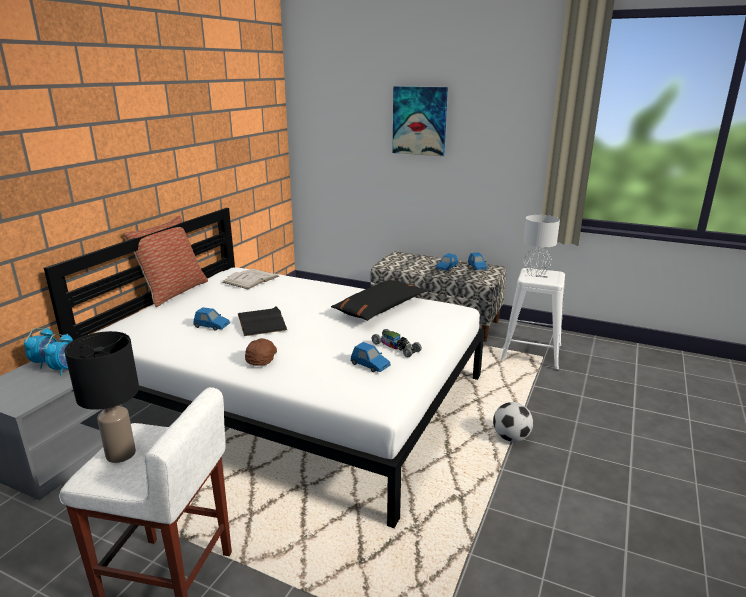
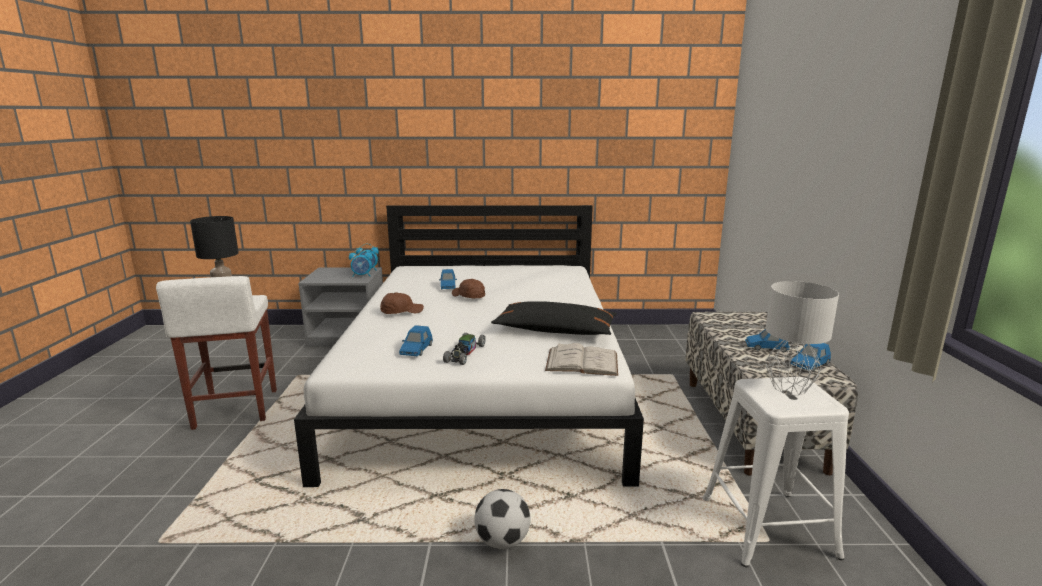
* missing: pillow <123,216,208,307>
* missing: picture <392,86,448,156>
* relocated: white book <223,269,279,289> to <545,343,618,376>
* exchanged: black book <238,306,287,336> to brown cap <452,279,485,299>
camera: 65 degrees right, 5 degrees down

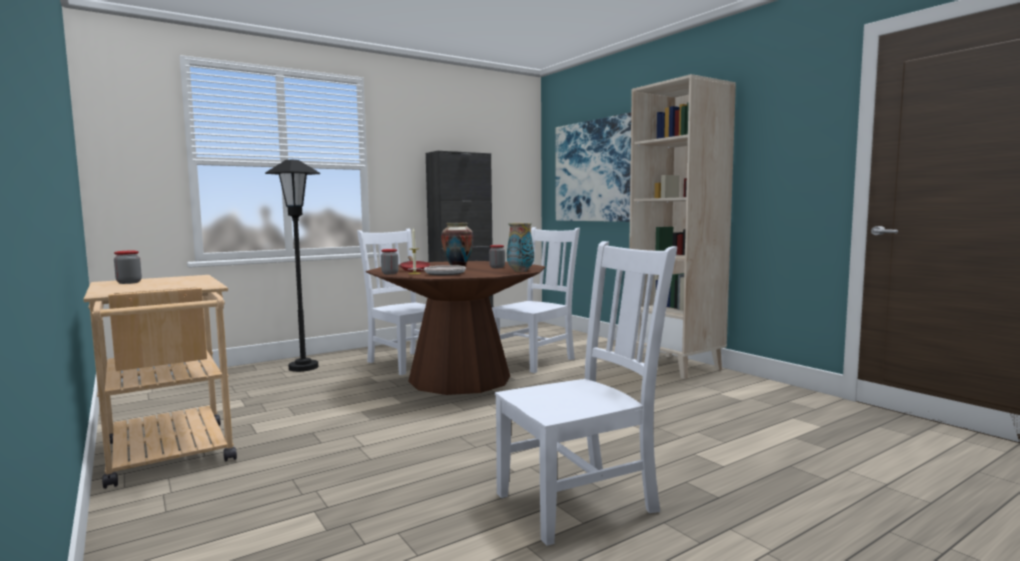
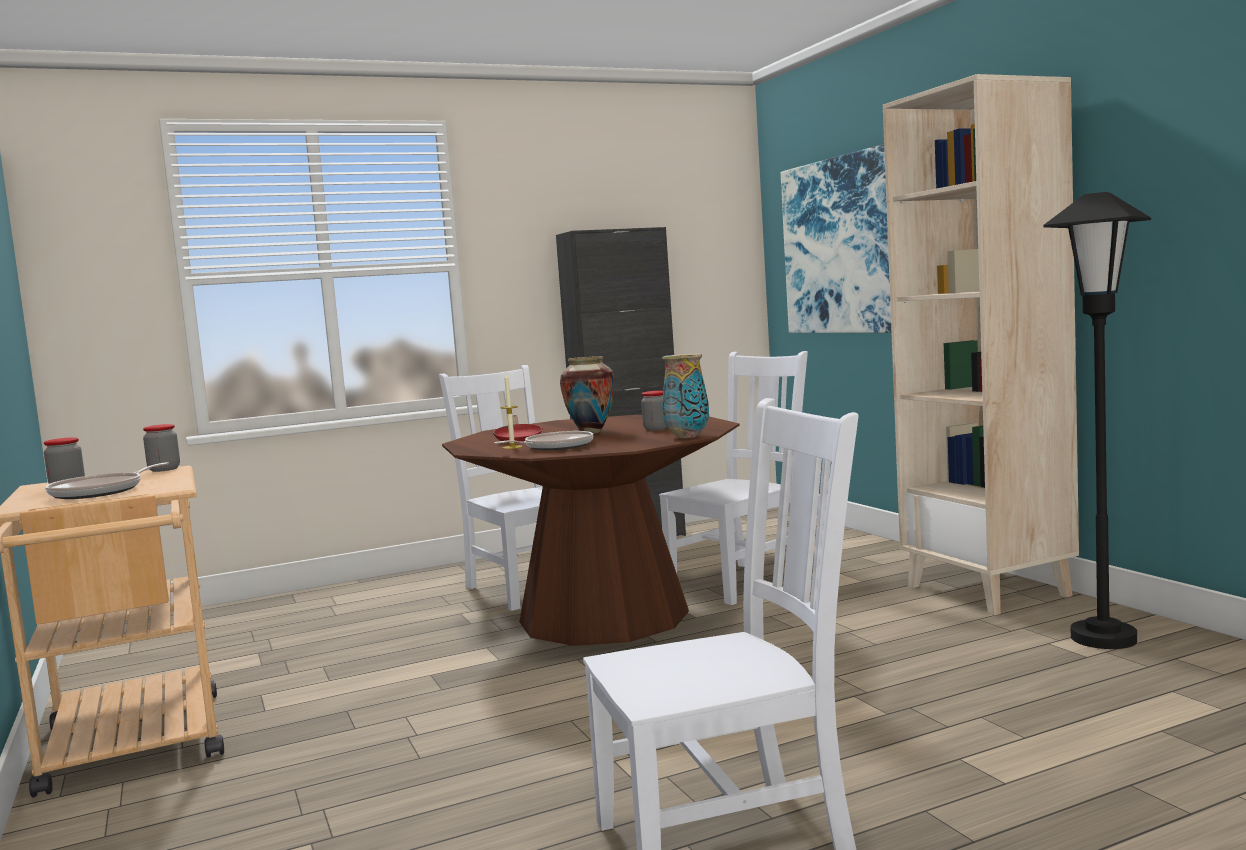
* appeared: frying pan <45,462,169,499>
* relocated: black floor lamp <265,159,320,372> to <1043,192,1151,649>
* relocated: jar <381,249,399,274> to <143,424,180,472>
camera: 10 degrees right, 0 degrees up

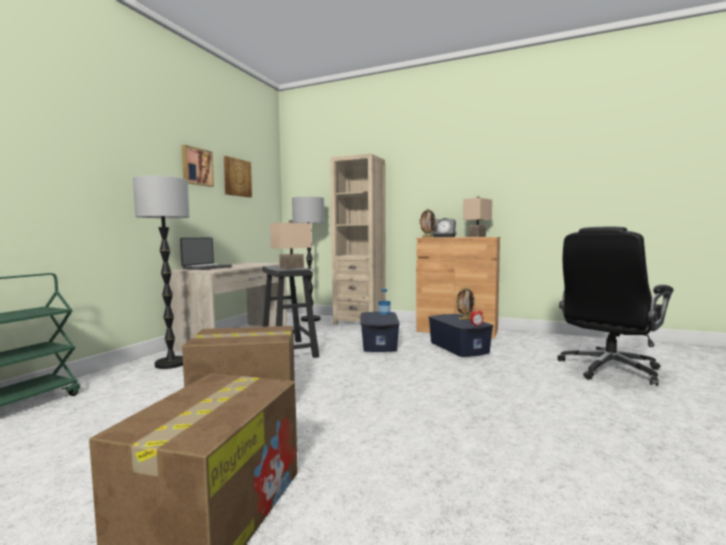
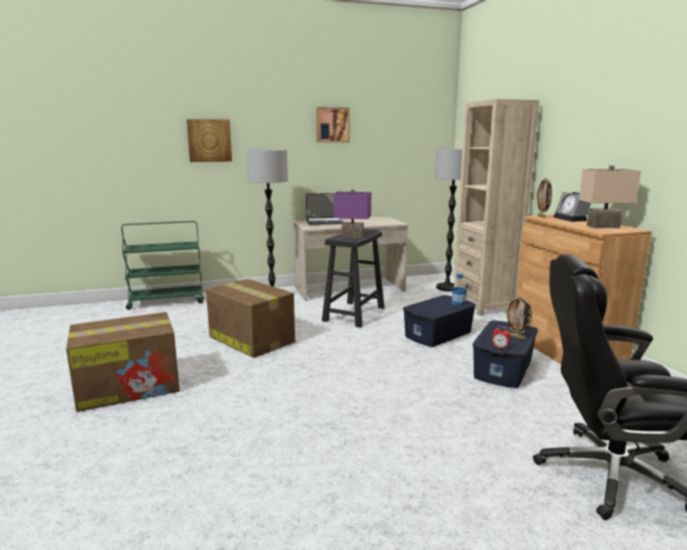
* relocated: picture <224,156,252,197> to <187,119,232,162>
* colour: beige table lamp <270,220,312,269> to purple table lamp <334,189,371,238>
camera: 50 degrees right, 10 degrees up

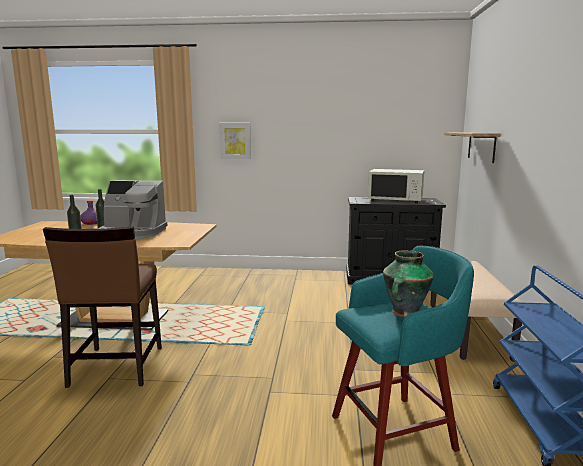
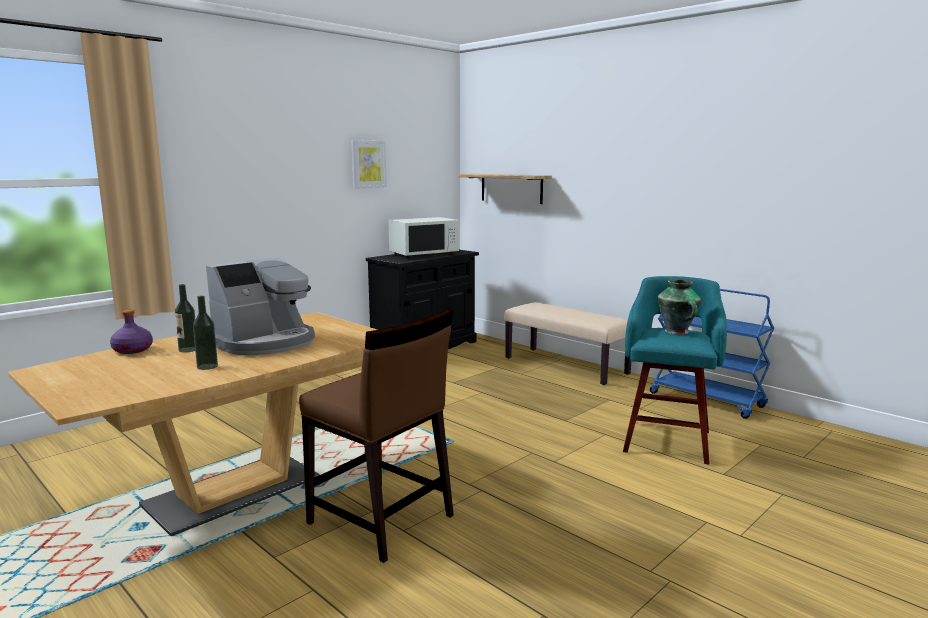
* relocated: picture <219,123,251,159> to <351,140,387,189>
camera: 50 degrees left, 0 degrees up

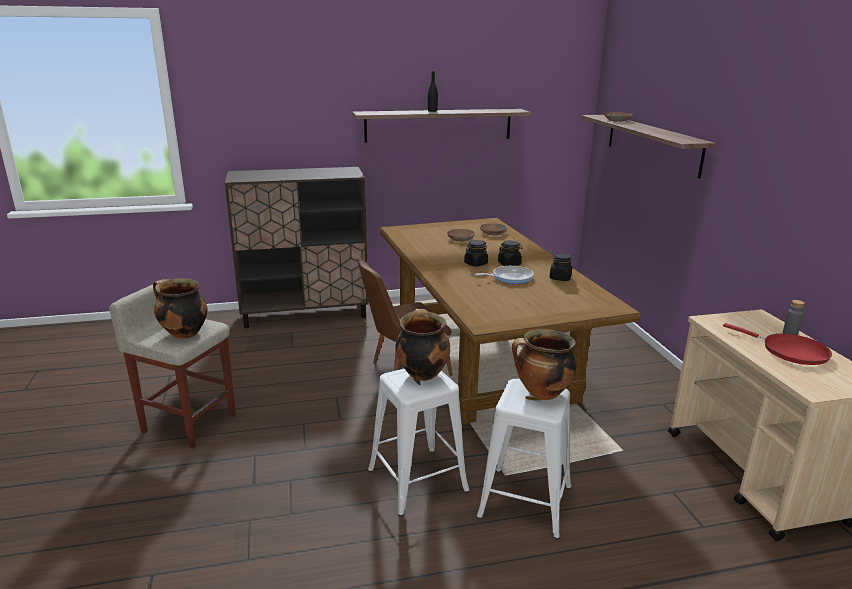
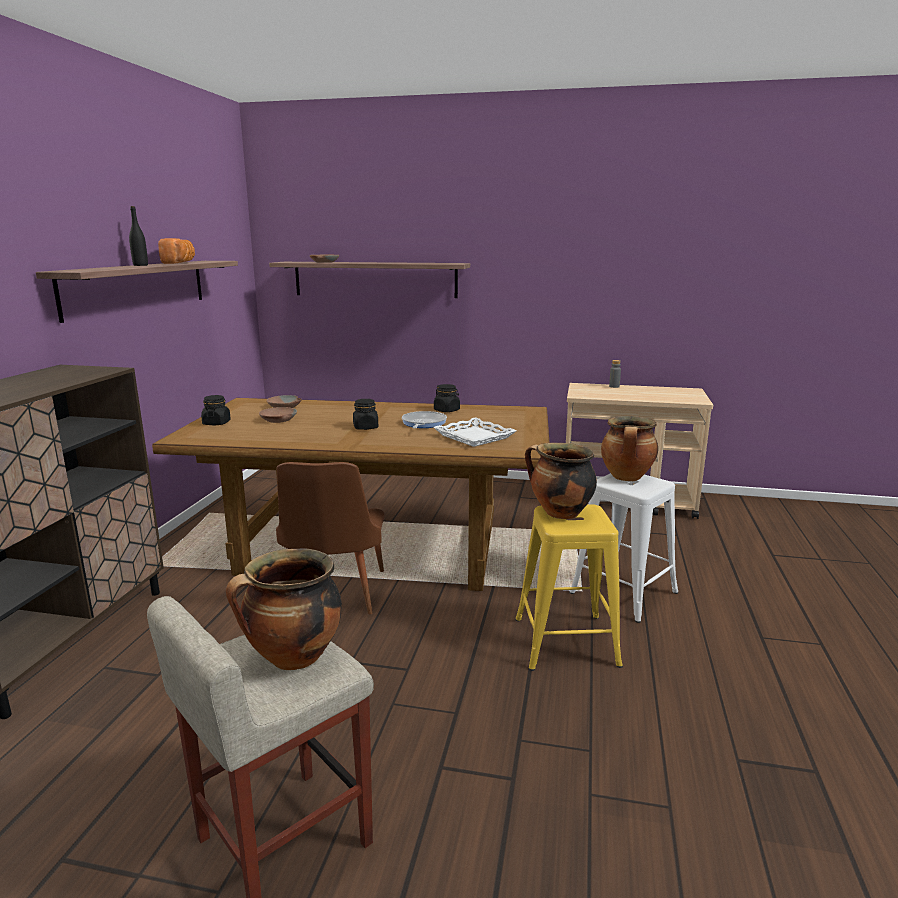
* missing: red frying pan <723,323,832,365>
* appeared: bread <158,238,195,264>
* appeared: white tray <433,417,516,447>
* relocated: black jar <498,240,523,266> to <201,395,231,425>
* colour: white stool <368,369,469,517> to yellow stool <515,504,623,671>
camera: 65 degrees left, 5 degrees down

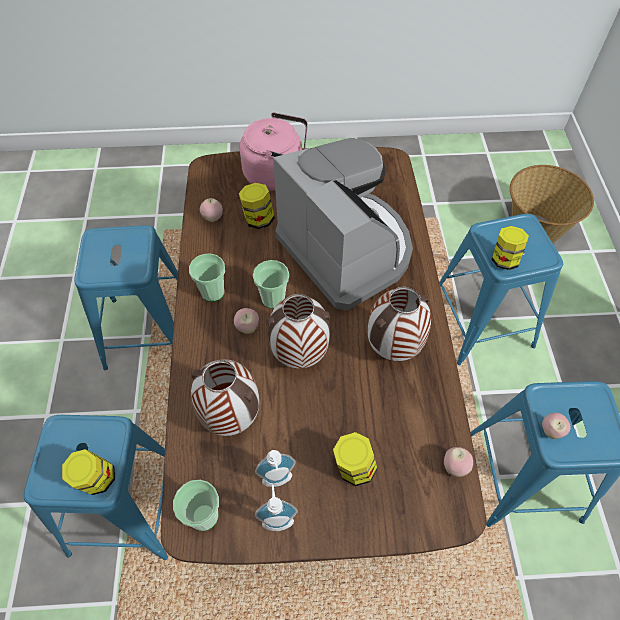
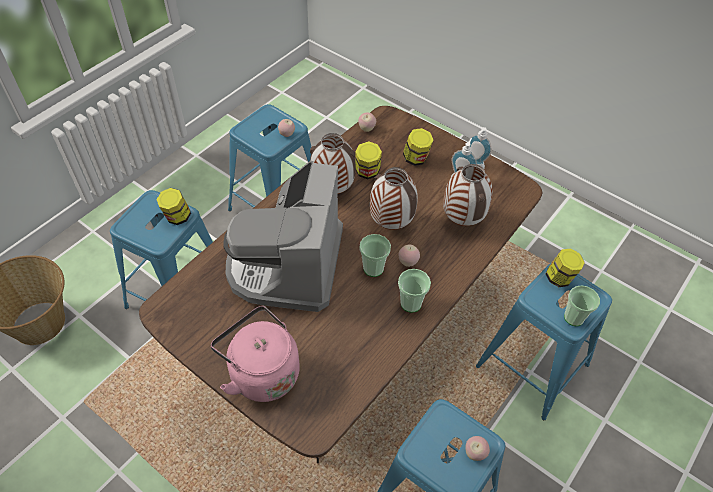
* relocated: cup <173,480,219,531> to <564,285,600,326>
* relocated: apple <200,198,223,222> to <465,436,490,461>
* relocated: jar <239,183,275,229> to <355,141,382,179>
camera: 140 degrees left, 5 degrees down

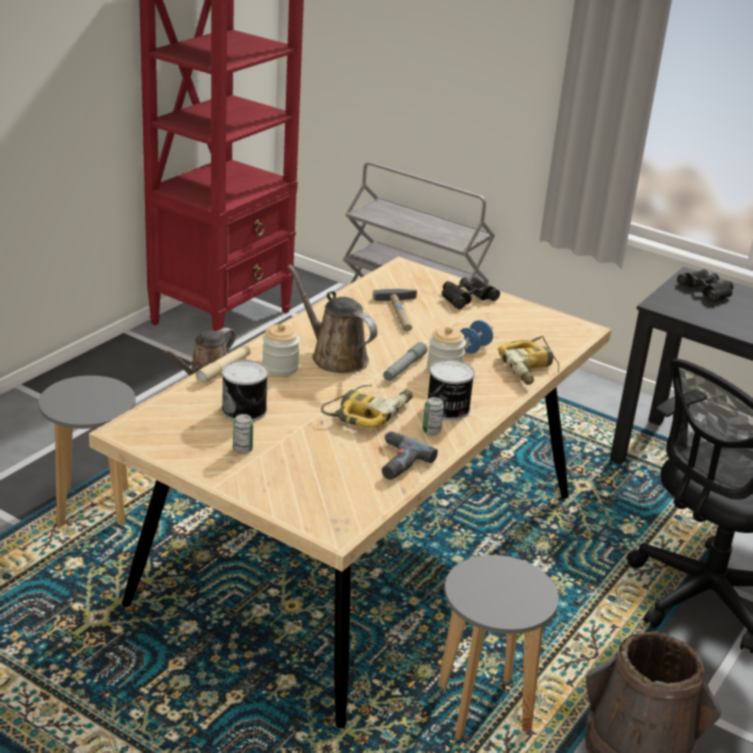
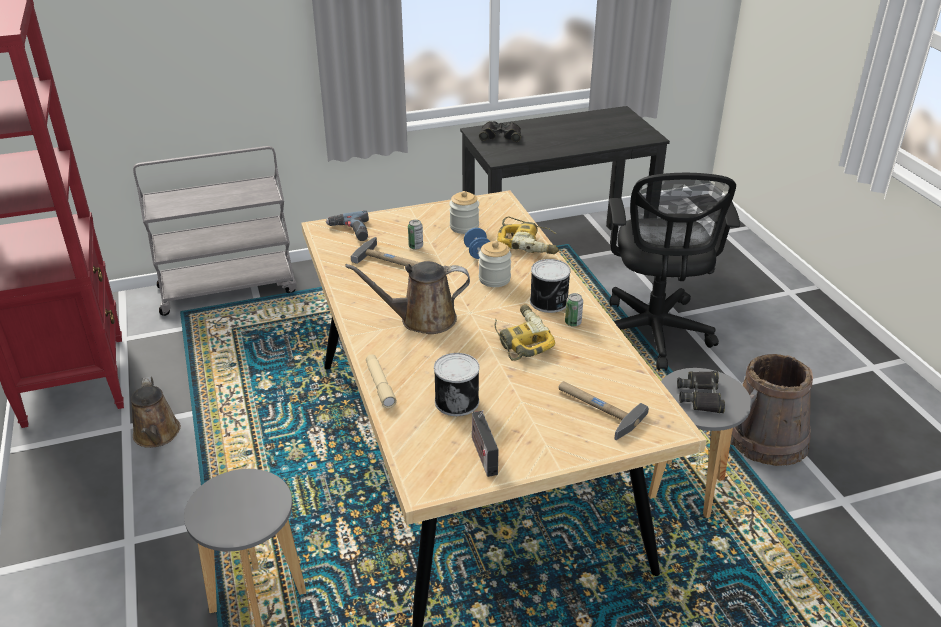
* missing: grey flashlight <383,342,427,381>
* appeared: radio <472,410,499,477>
* appeared: hammer <559,381,649,440>
* relocated: can <233,414,253,454> to <408,220,423,250>
* relocated: jar <262,323,300,376> to <449,191,479,234>
* relocated: power drill <382,431,438,480> to <326,210,369,241>
* relocated: black binoculars <442,277,500,309> to <677,371,725,413>
camera: 50 degrees left, 5 degrees up

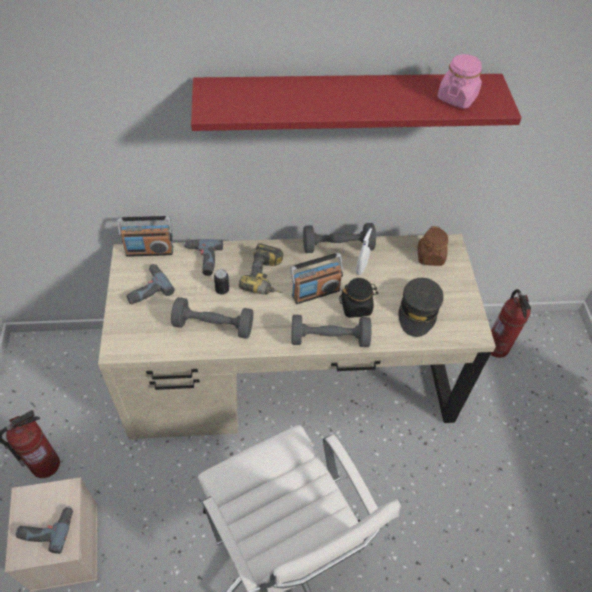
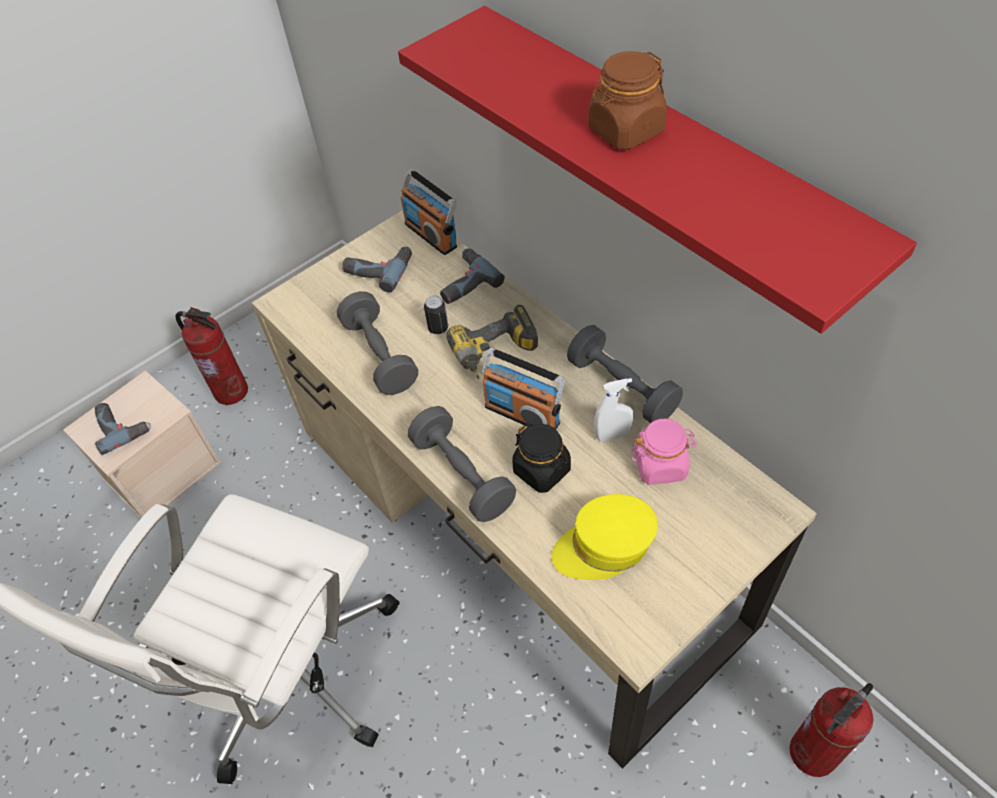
* relocated: brown jar <417,226,448,266> to <589,51,667,150>
* relocated: pink jar <437,54,482,108> to <631,419,697,485>
* colour: grey cap <398,278,444,337> to yellow cap <551,494,658,580>
camera: 60 degrees right, 0 degrees up

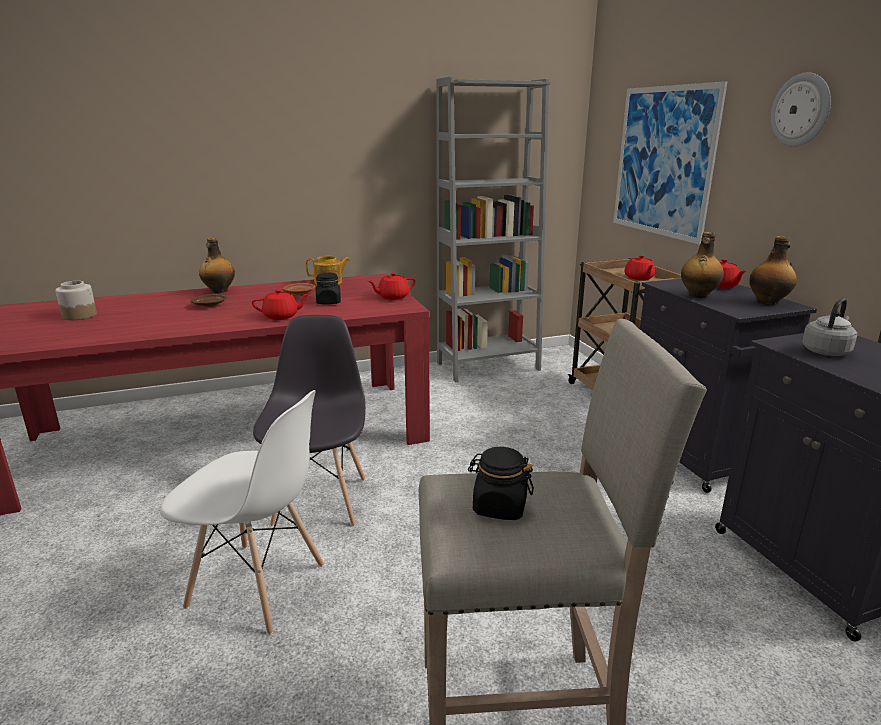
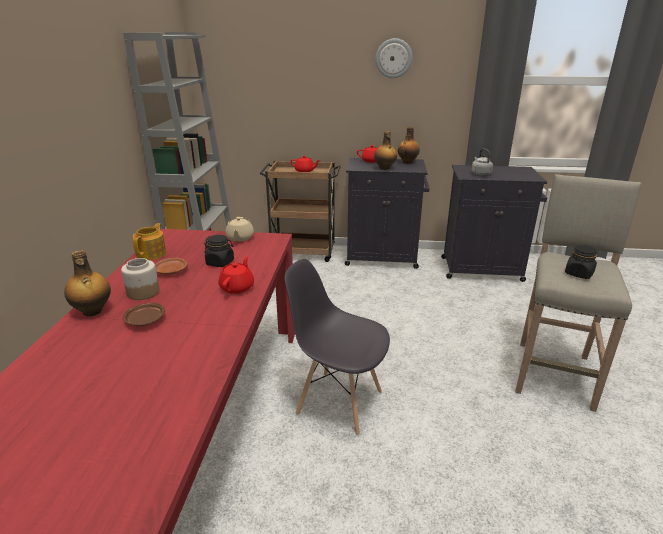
* missing: white chair <160,390,324,635>
* missing: picture <613,81,728,245>
* relocated: jar <55,281,97,320> to <121,258,160,300>
* colour: red teapot <368,272,416,300> to beige teapot <225,217,254,242>
camera: 65 degrees left, 5 degrees up

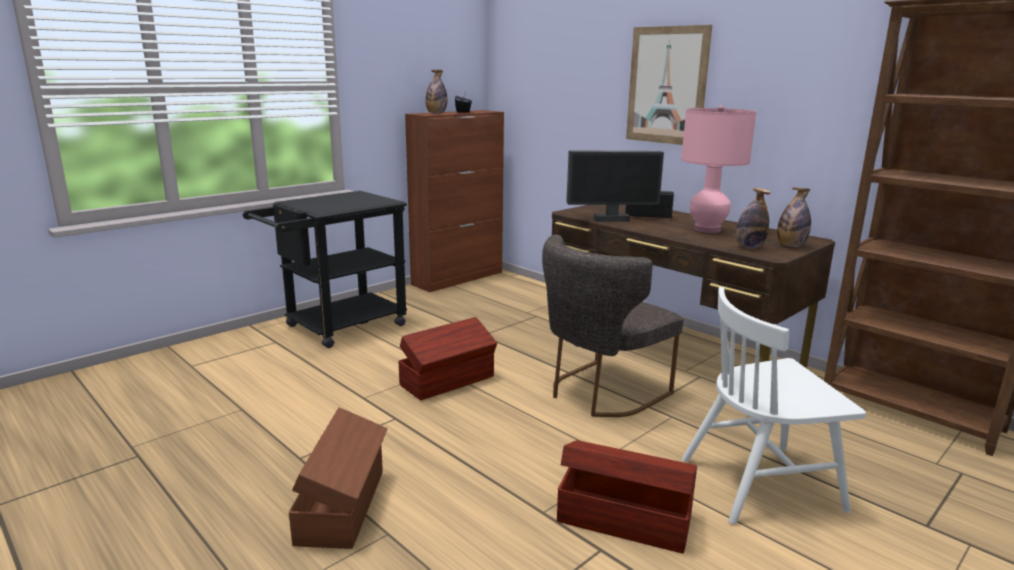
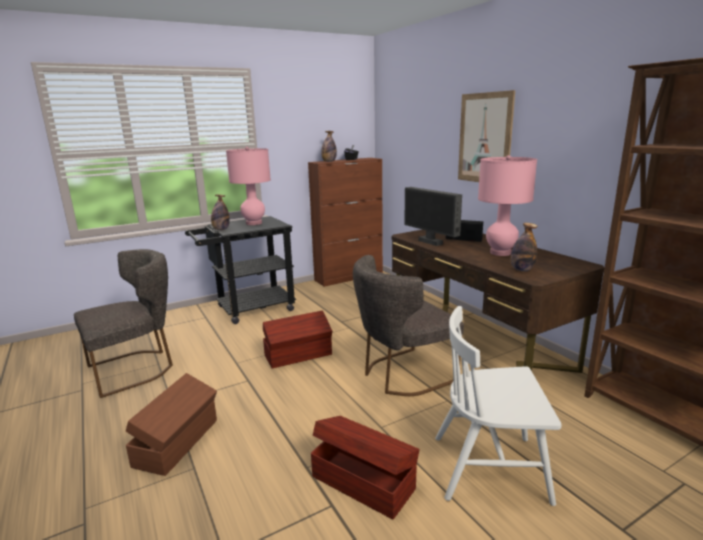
* appeared: grey chair <74,249,173,398>
* appeared: pink table lamp <226,147,271,225>
* relocated: bottle <777,187,811,247> to <211,195,230,230>
* spun: monitor <566,150,664,222> = <404,187,462,246> 45 degrees clockwise
camera: 15 degrees right, 0 degrees up

